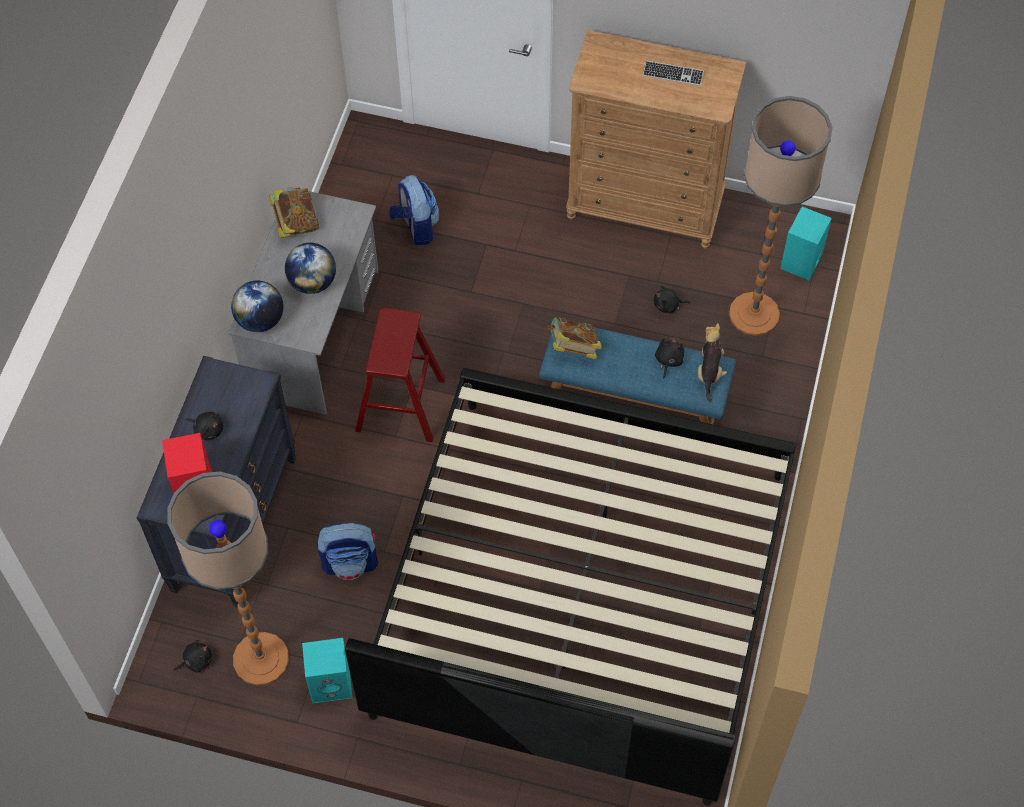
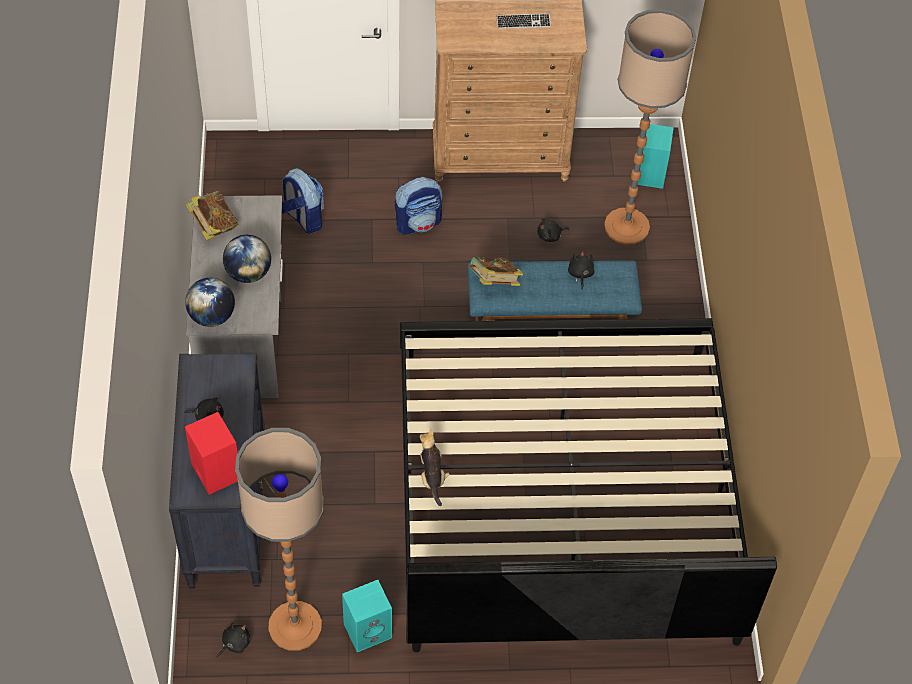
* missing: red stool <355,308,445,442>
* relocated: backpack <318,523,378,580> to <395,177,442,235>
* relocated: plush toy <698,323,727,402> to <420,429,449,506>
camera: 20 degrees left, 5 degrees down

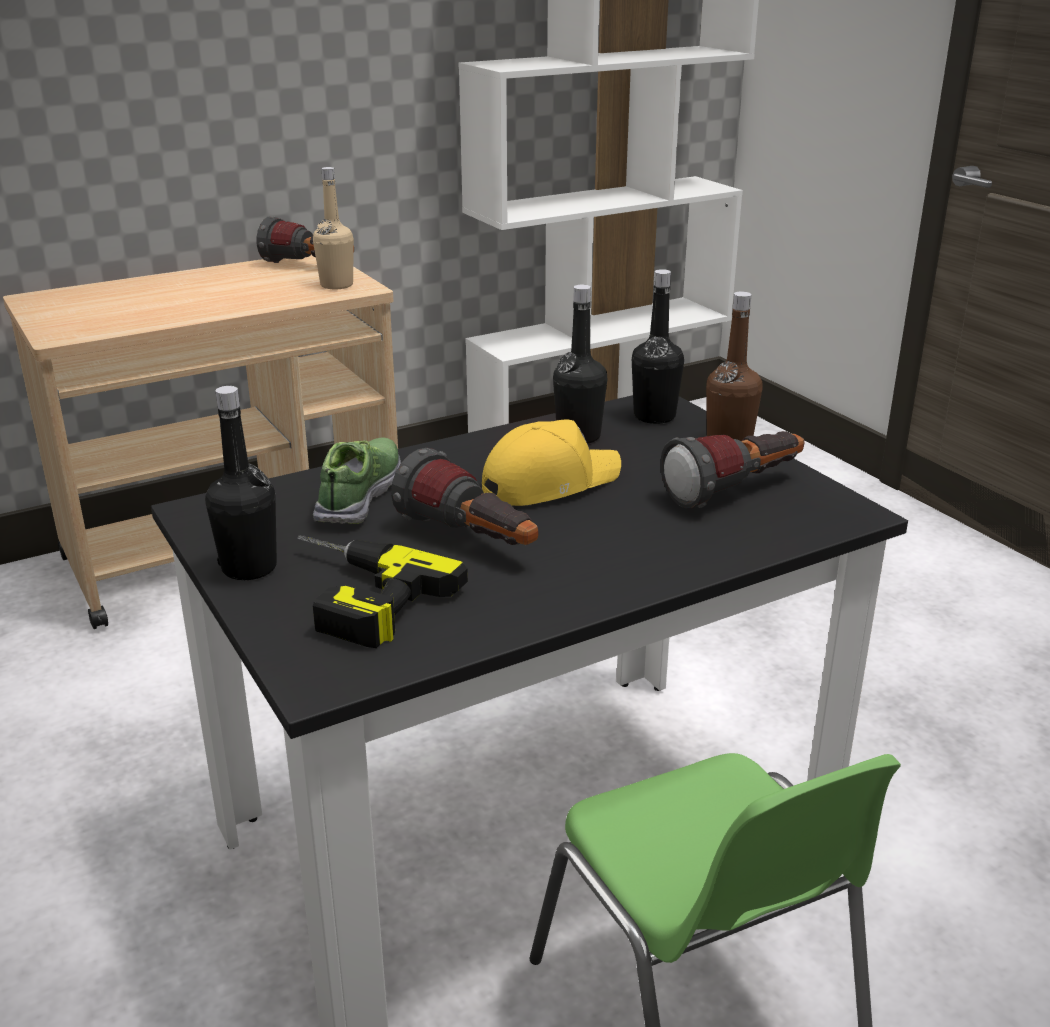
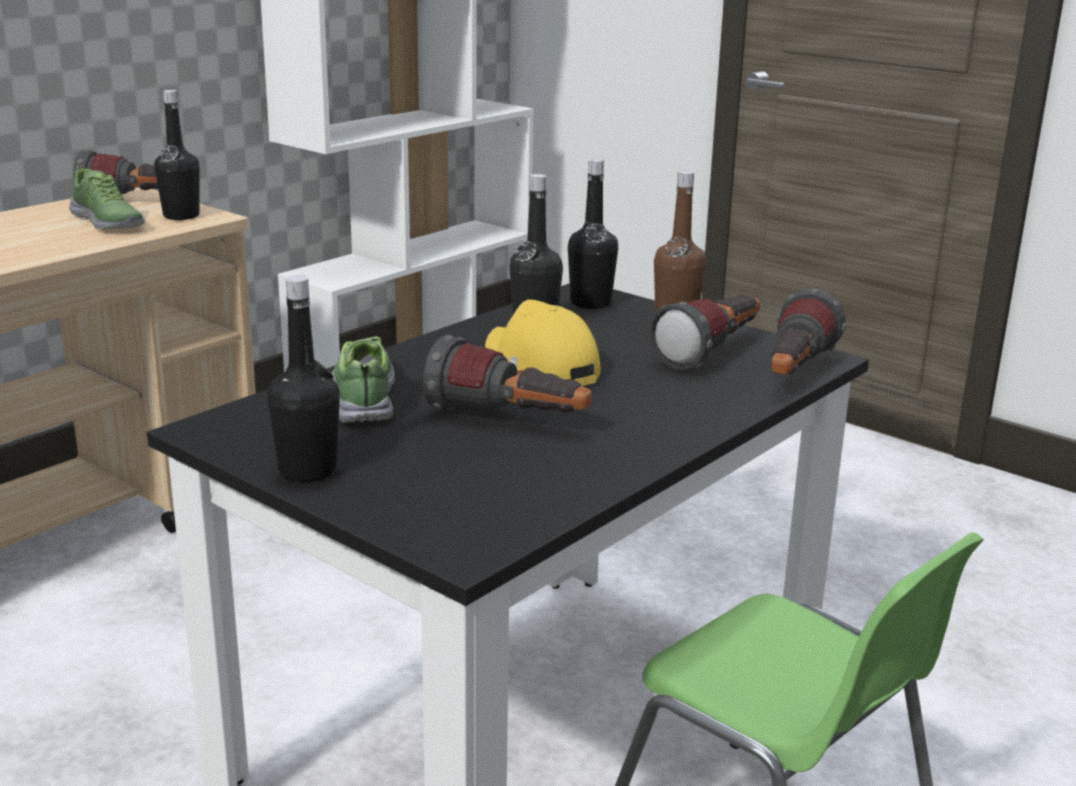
* missing: power drill <298,534,468,648>
* appeared: shoe <69,165,145,229>
* appeared: flashlight <770,289,846,374>
* colour: beige bottle <313,167,354,289> to black bottle <154,90,199,220>
* spun: yellow cap <482,419,621,506> = <485,300,600,386> 75 degrees counterclockwise
camera: 20 degrees left, 5 degrees down

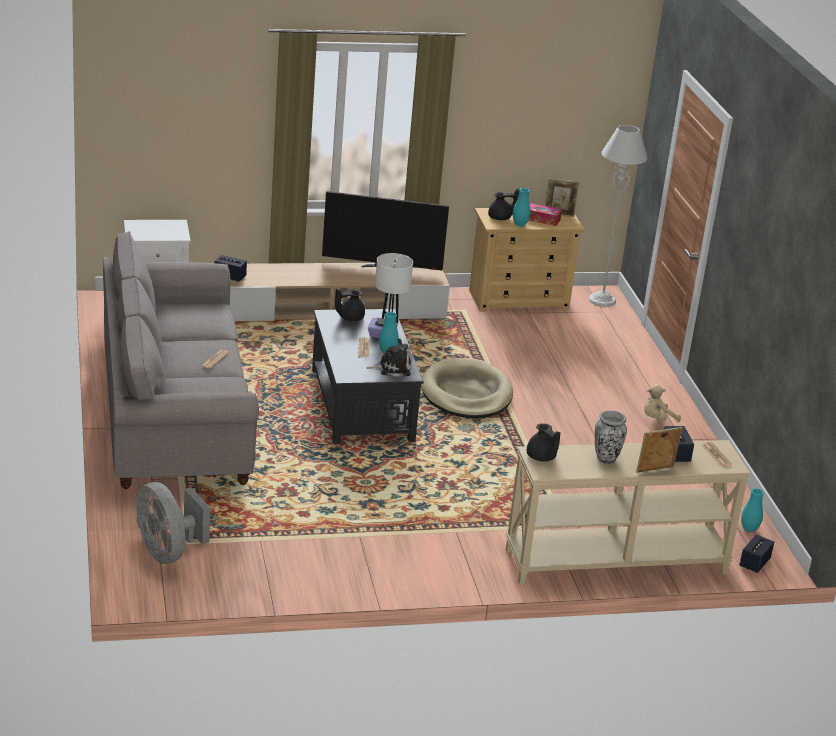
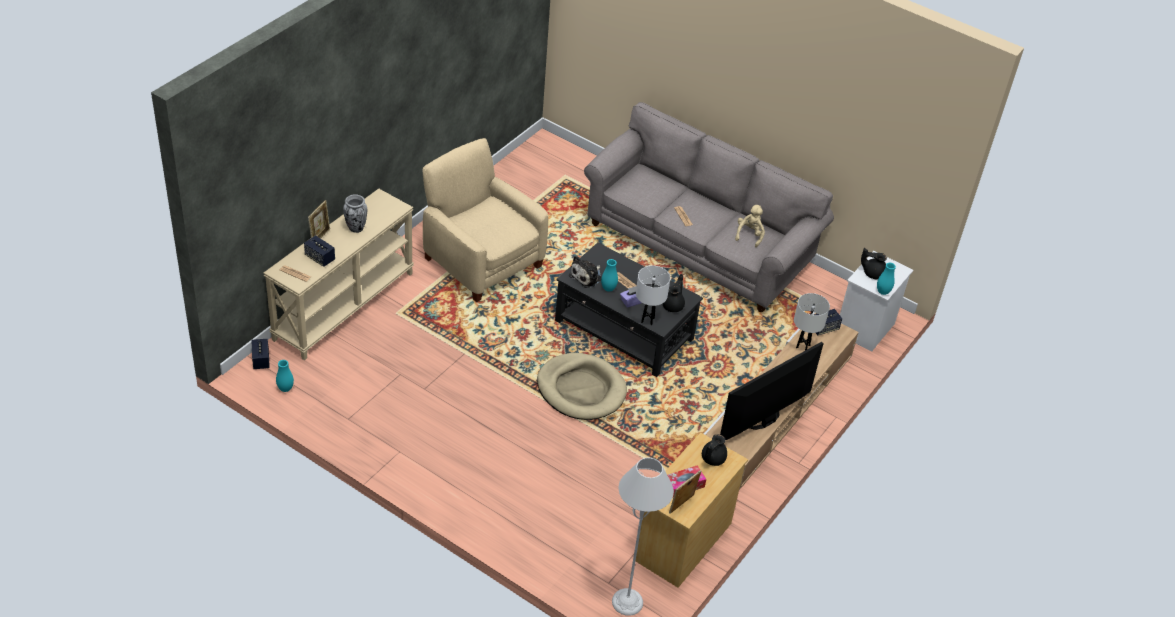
* missing: grey fan <136,482,210,564>
* appeared: beige armchair <422,138,548,302>
* appeared: white table lamp <794,293,830,350>
* relocated: turquoise vase <513,188,530,226> to <877,263,896,295>
* relocated: black teapot <527,423,560,462> to <861,248,887,279>
* relocated: beige plush toy <644,384,681,422> to <735,205,765,247>
camera: 135 degrees right, 15 degrees up

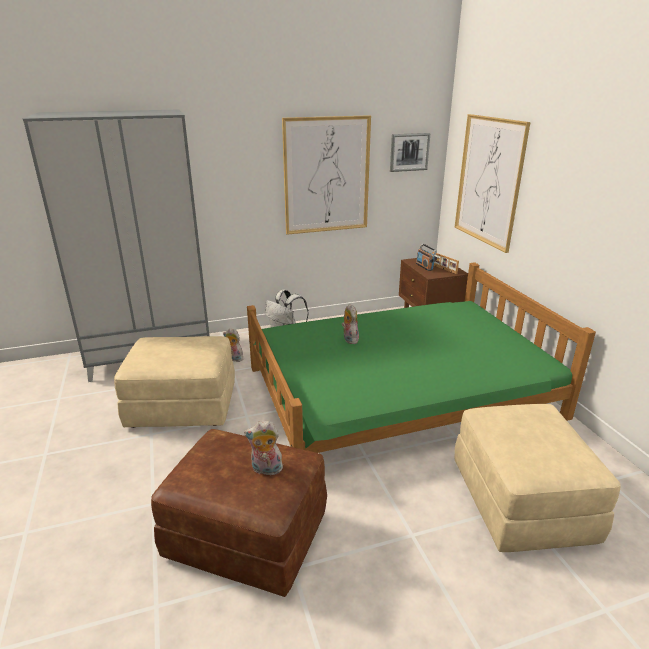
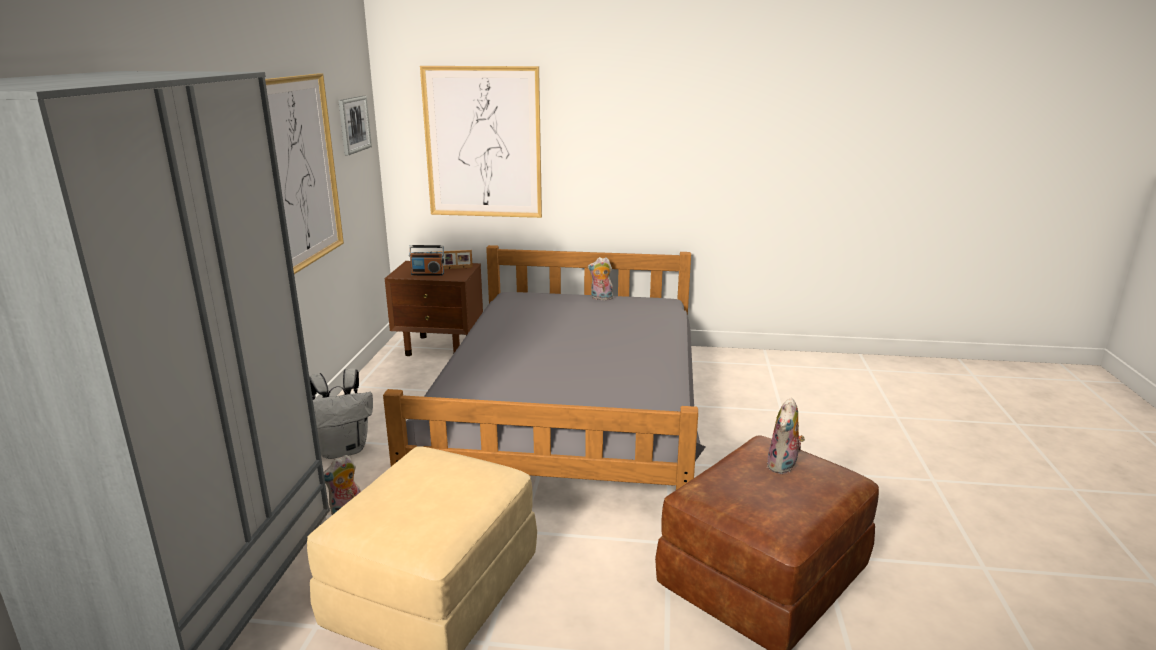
* missing: beige ottoman <455,404,621,552>
* relocated: plush toy <342,303,359,344> to <588,257,613,300>
* colour: green bed <247,262,596,453> to grey bed <383,245,705,490>
camera: 65 degrees left, 5 degrees down

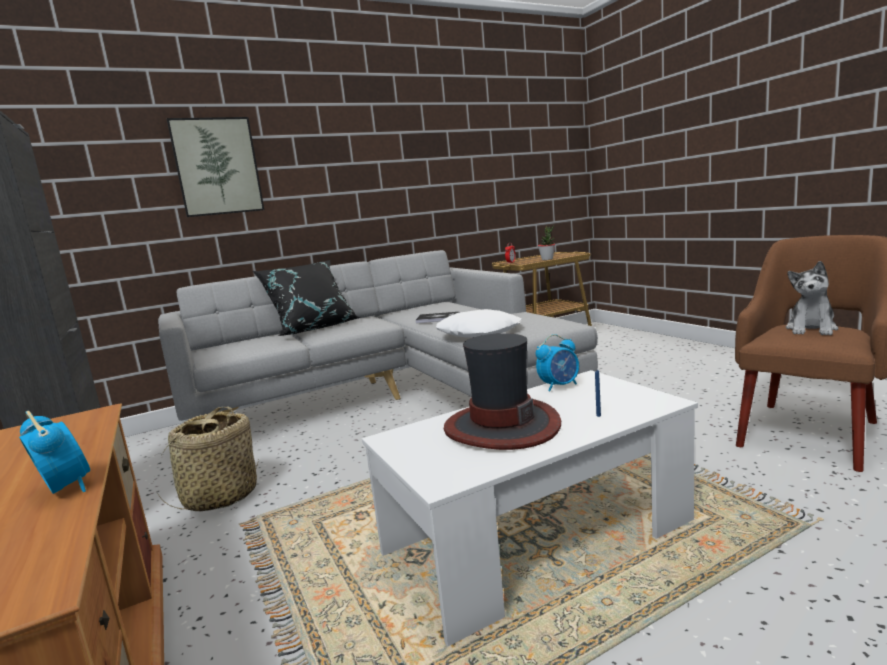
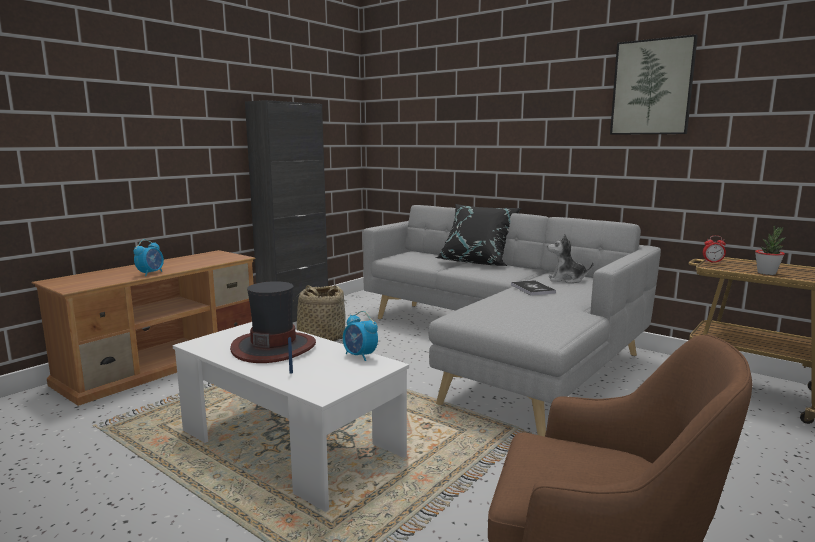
* missing: white pillow <436,309,522,338>
* relocated: picture <167,117,264,217> to <610,34,698,135>
* relocated: plush toy <786,261,838,335> to <547,234,593,283>
camera: 65 degrees right, 0 degrees up

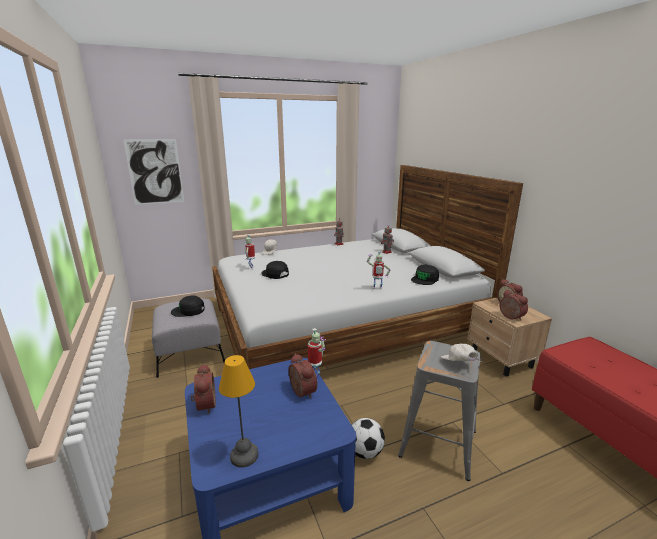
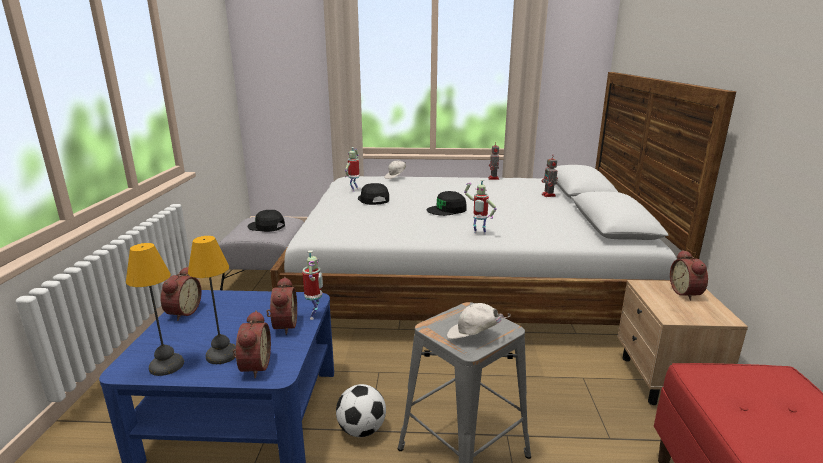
* missing: picture <123,139,185,205>
* appeared: table lamp <188,236,236,364>
* relocated: black cap <411,265,439,285> to <427,191,467,216>
* relocated: alarm clock <500,290,528,321> to <233,310,271,378>
* spun: white cap <441,343,483,361> = <447,303,511,339> 75 degrees counterclockwise
camera: 25 degrees right, 0 degrees up

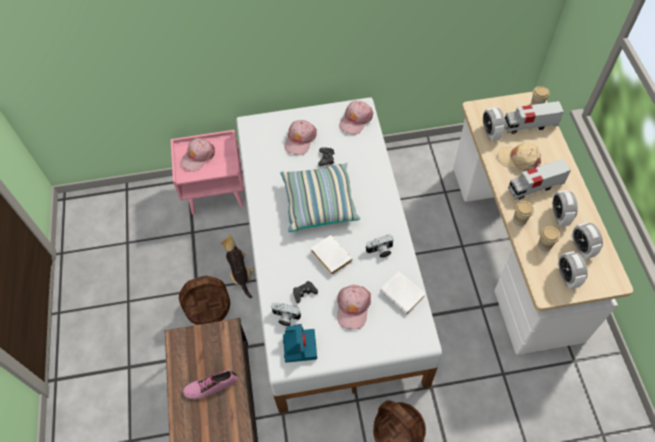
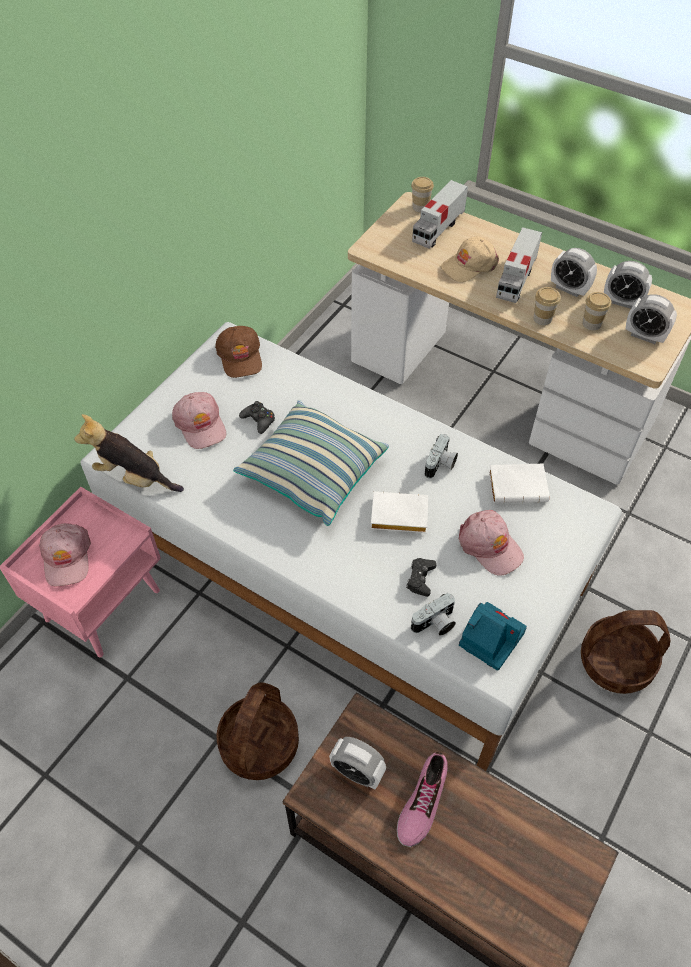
* relocated: plush toy <221,234,254,298> to <74,414,184,492>
* relocated: alarm clock <483,107,506,141> to <329,737,386,790>
* colour: pink cap <339,101,373,135> to brown cap <215,326,262,378>
camera: 50 degrees left, 5 degrees down

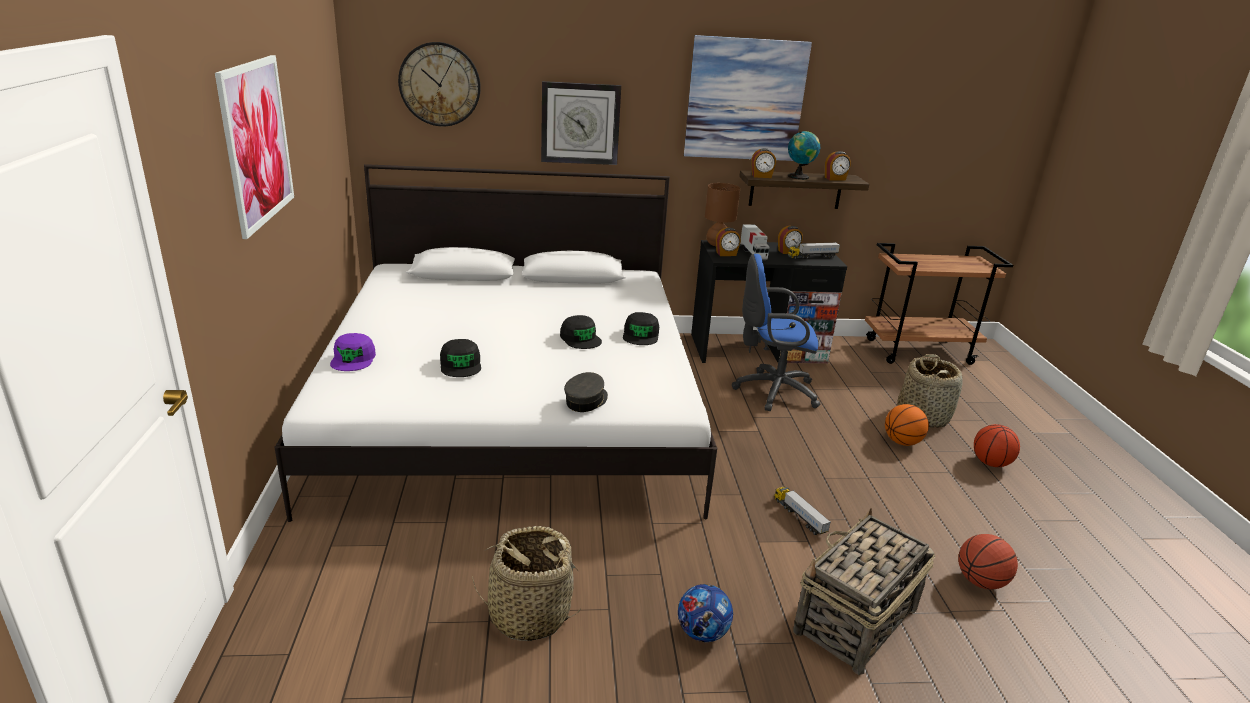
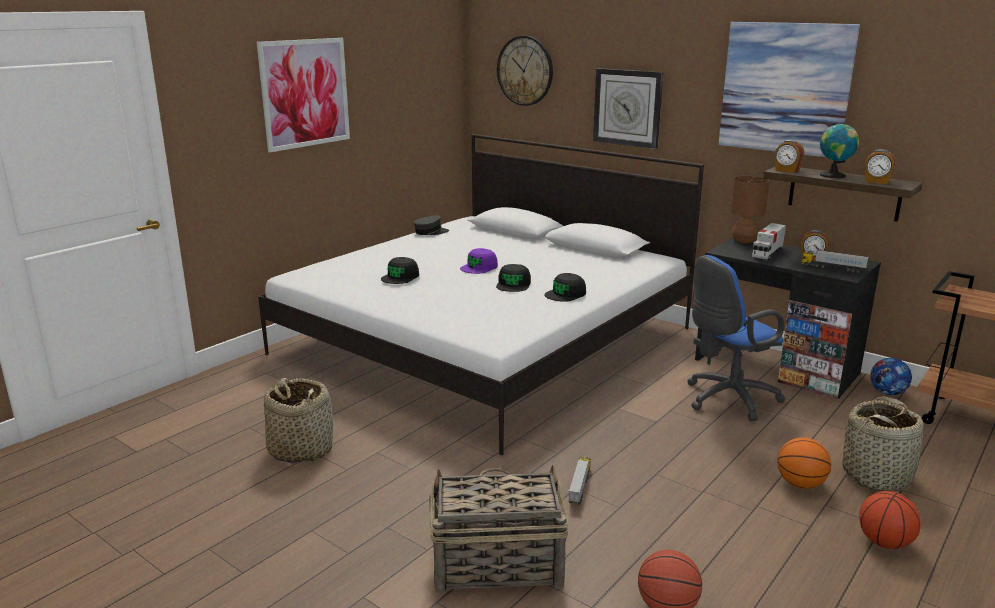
* missing: alarm clock <716,227,741,256>
* relocated: purple cap <330,333,376,371> to <460,248,498,274>
* relocated: grey cap <564,372,608,412> to <413,215,449,235>
* relocated: football <678,584,733,642> to <870,358,912,395>
* spun: blue office chair <732,254,820,411> = <687,255,785,421> 75 degrees counterclockwise
camera: 45 degrees right, 5 degrees down

